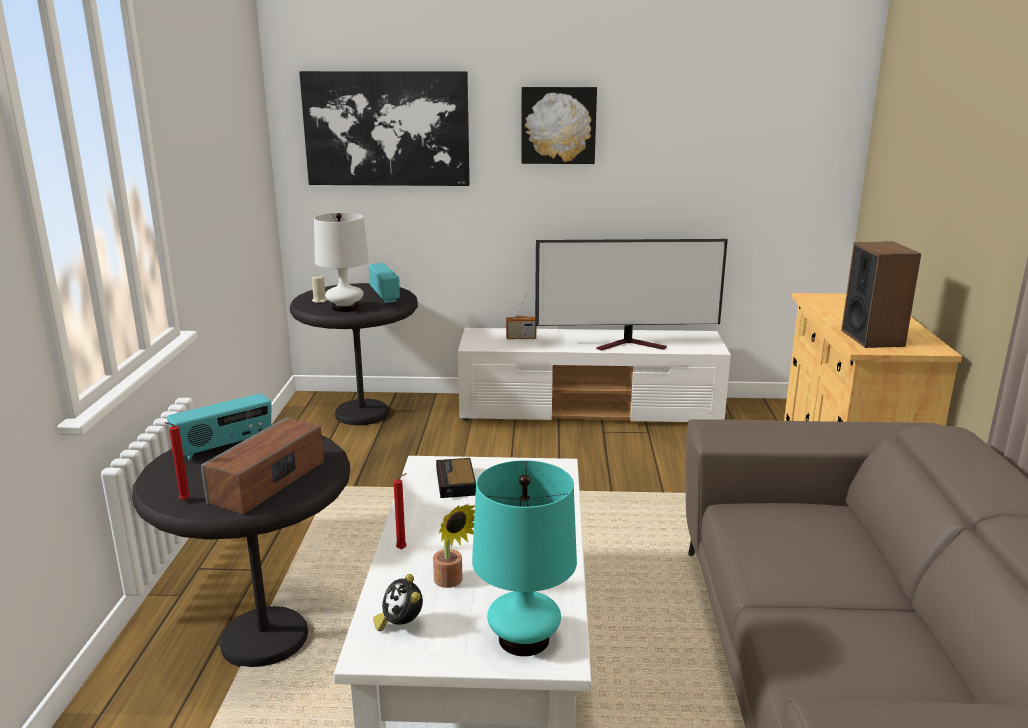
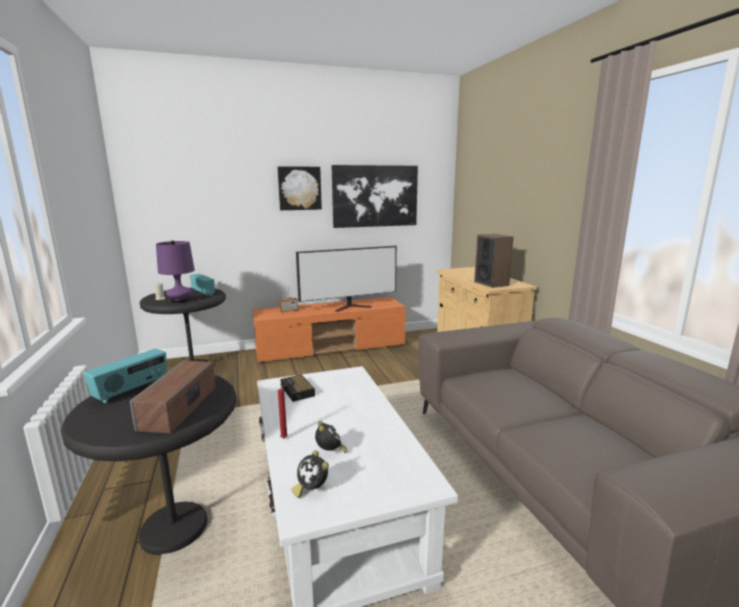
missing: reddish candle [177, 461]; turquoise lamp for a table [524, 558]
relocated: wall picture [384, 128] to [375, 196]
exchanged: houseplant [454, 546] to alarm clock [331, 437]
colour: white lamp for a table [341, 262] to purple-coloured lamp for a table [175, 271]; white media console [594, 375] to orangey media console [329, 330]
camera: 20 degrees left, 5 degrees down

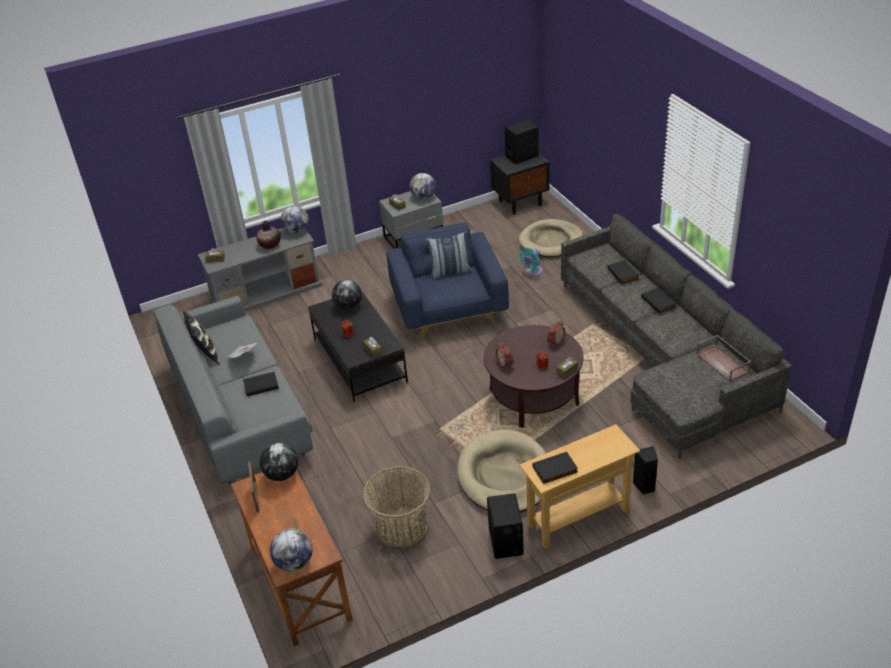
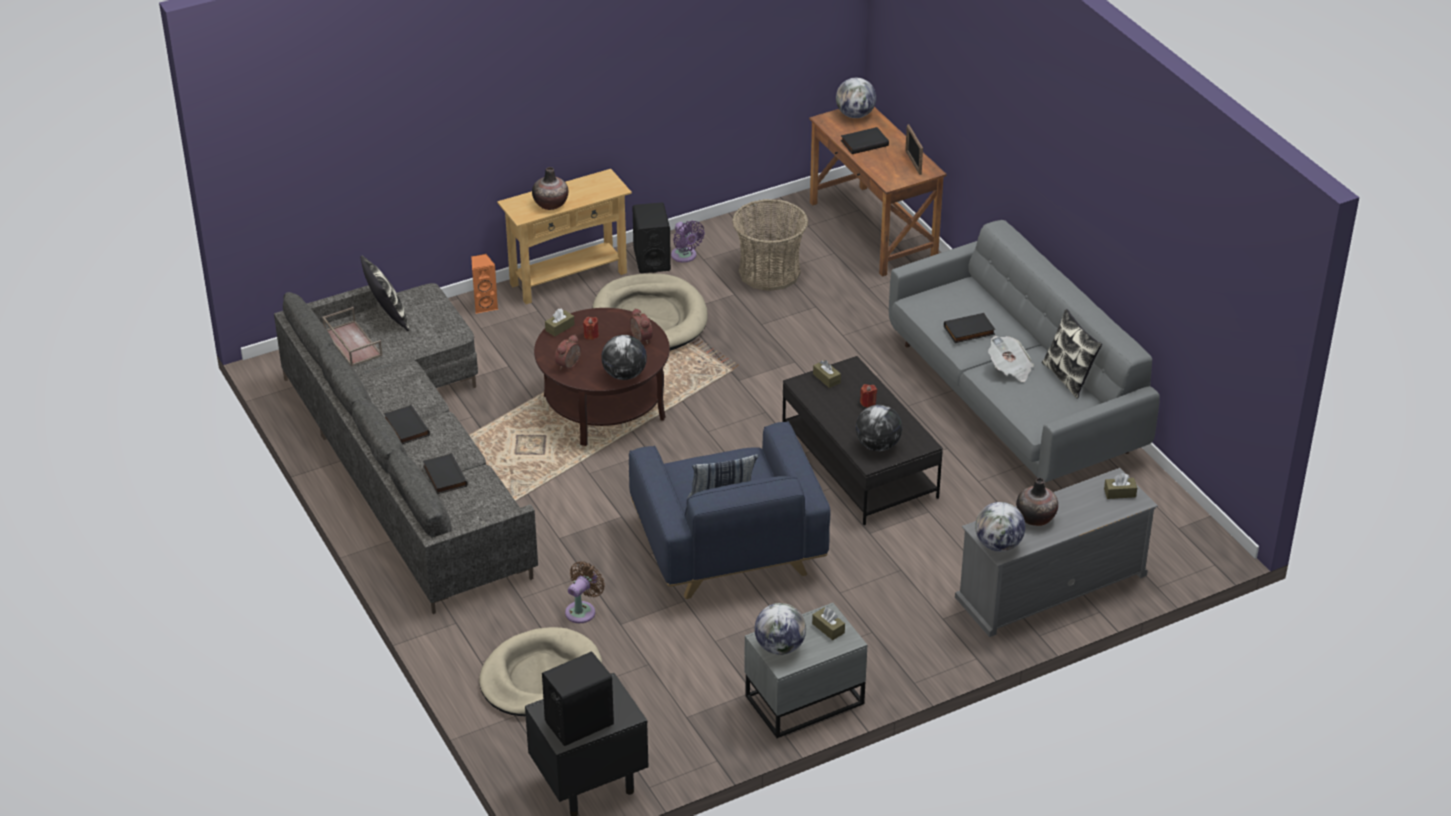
appeared: cushion [384, 293]; decorative vase [550, 188]; purple-coloured cooling fan [688, 242]
relocated: world globe [278, 461] to [624, 357]; blackish bound book [555, 468] to [865, 140]
colour: blackish loudspeaker [645, 470] to orangey loudspeaker [484, 284]; turquoise cooling fan [531, 262] to brown cooling fan [585, 592]
camera: 175 degrees right, 0 degrees up

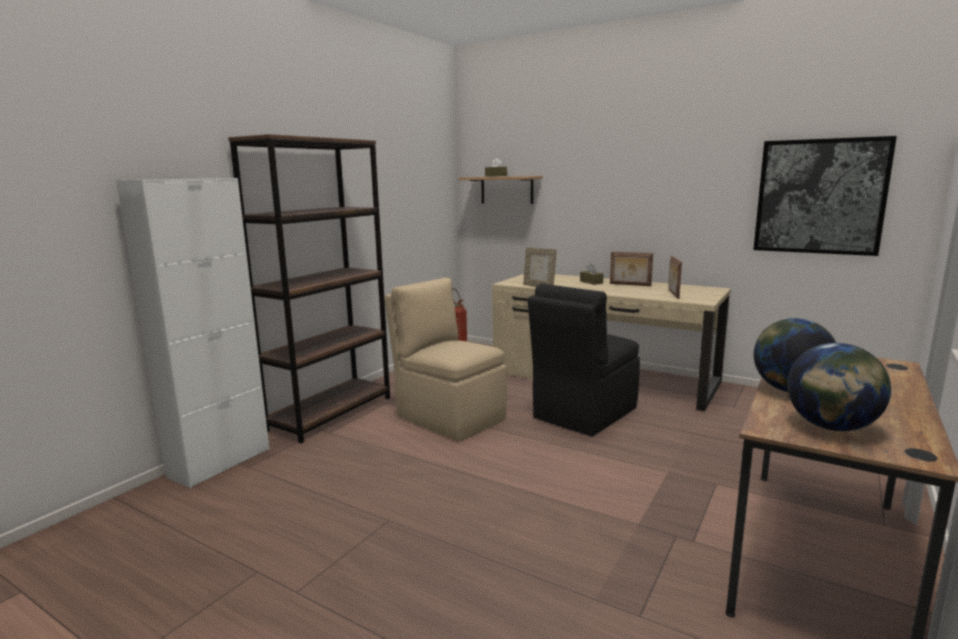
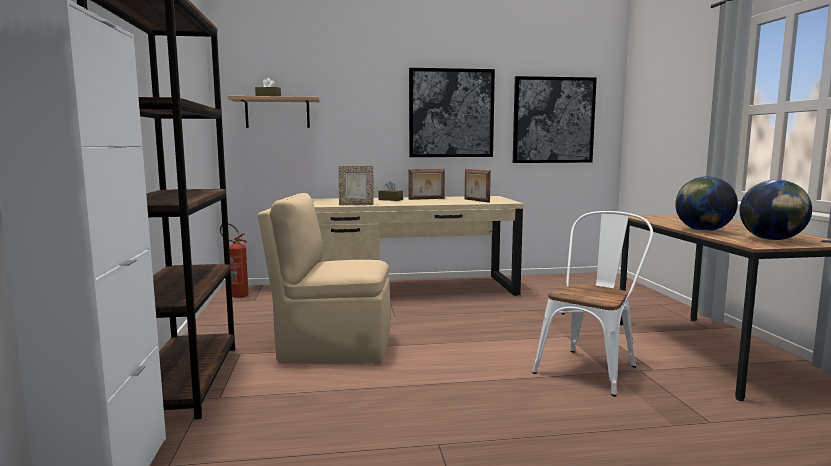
missing: blackish chair [584, 360]
appeared: wall picture [452, 112]; white chair [592, 304]
camera: 40 degrees left, 5 degrees down

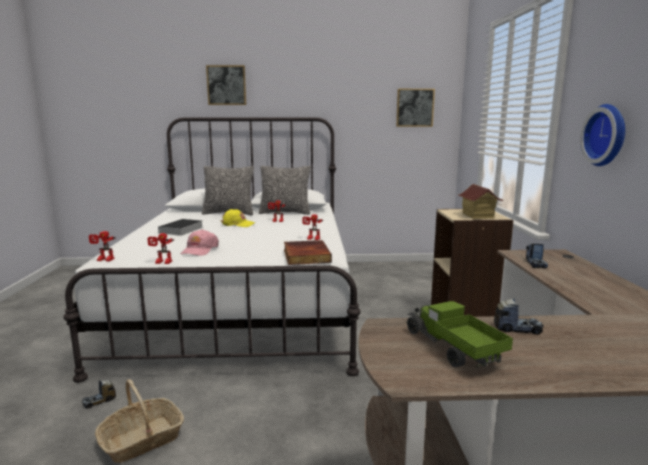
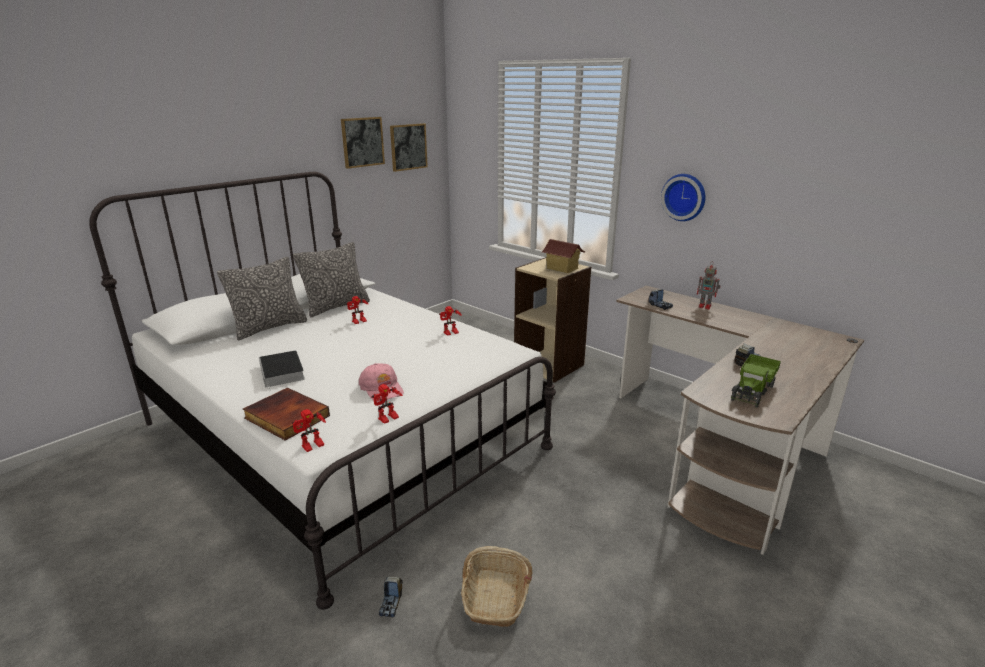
missing: yellowish baseball cap [238, 218]
appeared: toy robot [708, 285]
relocated: bound book [308, 252] to [286, 414]; wall picture [226, 85] to [363, 143]
spun: toy truck [459, 334] = [756, 381] 75 degrees counterclockwise
camera: 45 degrees left, 10 degrees up

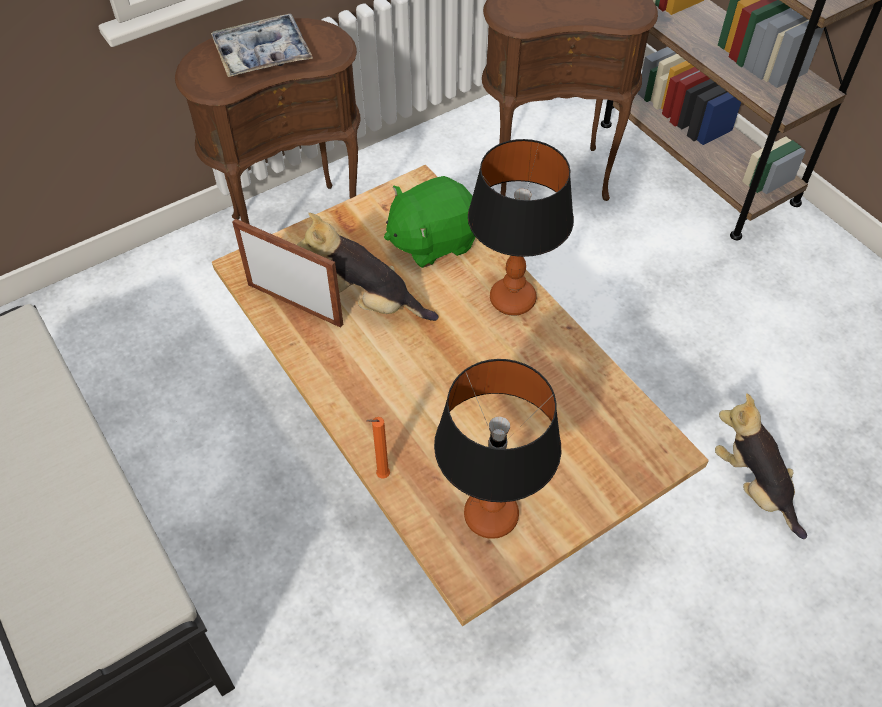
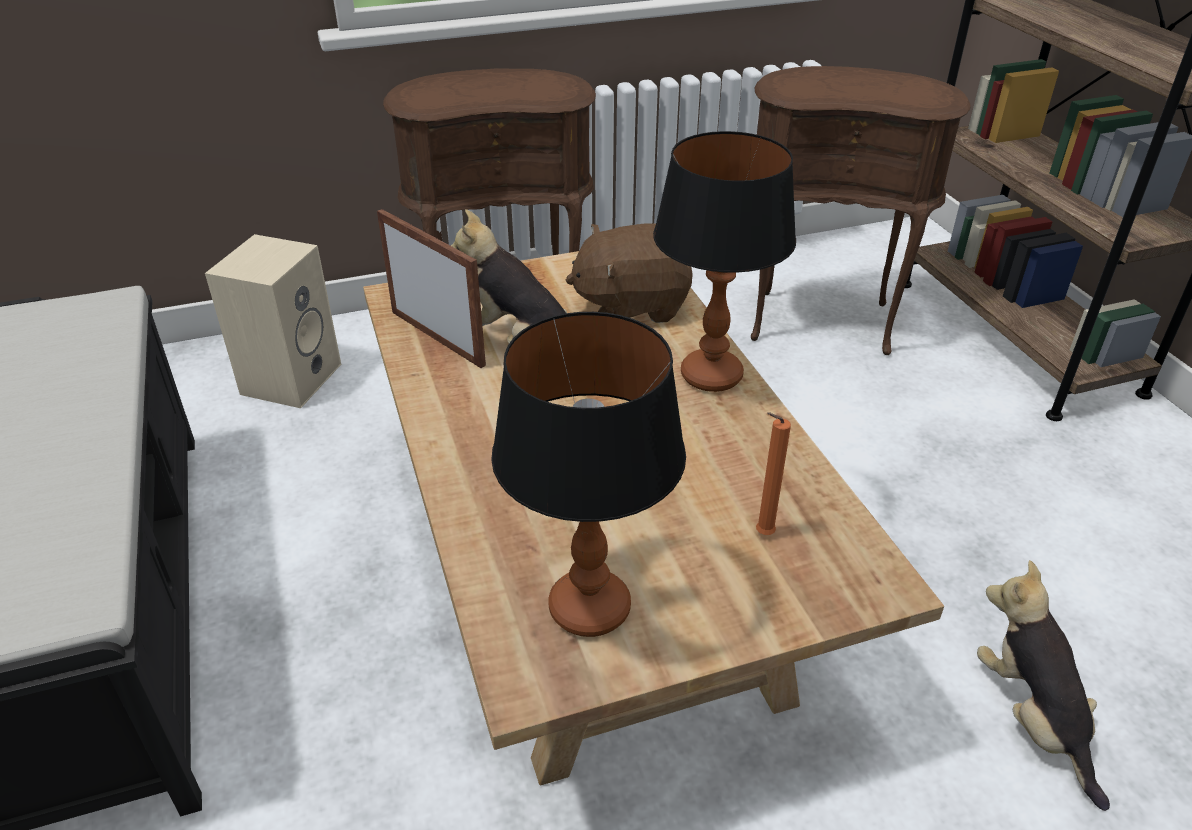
missing: carrying tray [262, 45]
appeared: beige-coloured loudspeaker [273, 321]
relocated: orangey candle [378, 448] to [773, 473]
colour: greenish cuddly toy [429, 222] to brown cuddly toy [629, 273]
camera: 15 degrees right, 15 degrees down

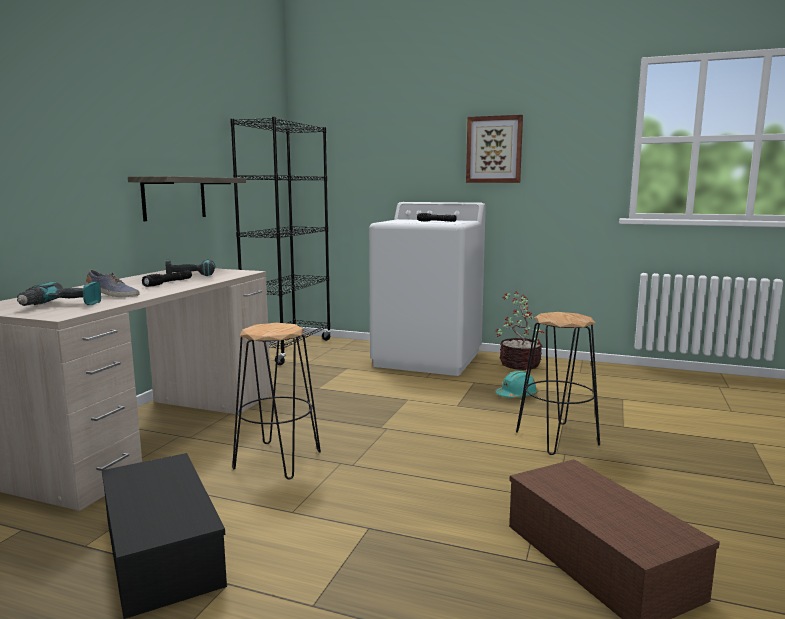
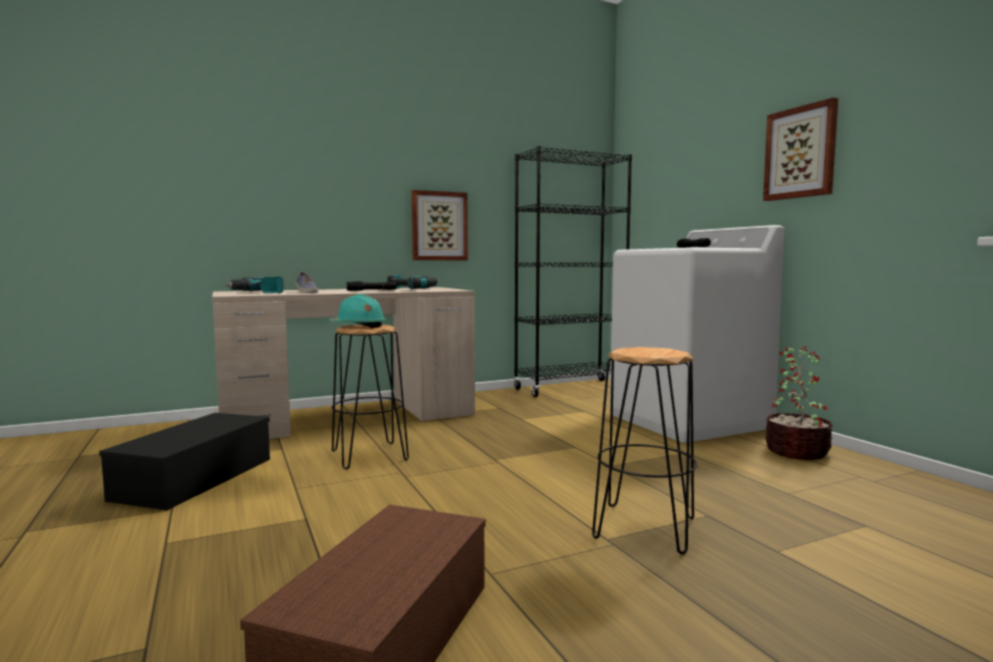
relocated: turquoise hard hat [516, 384] to [357, 311]
exchanged: shelf [187, 198] to wall picture [439, 225]
camera: 45 degrees right, 5 degrees down

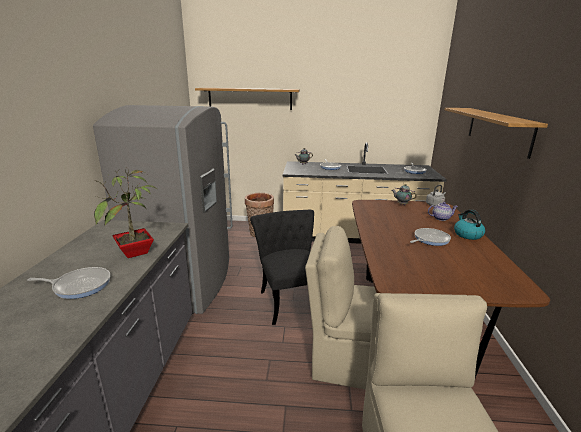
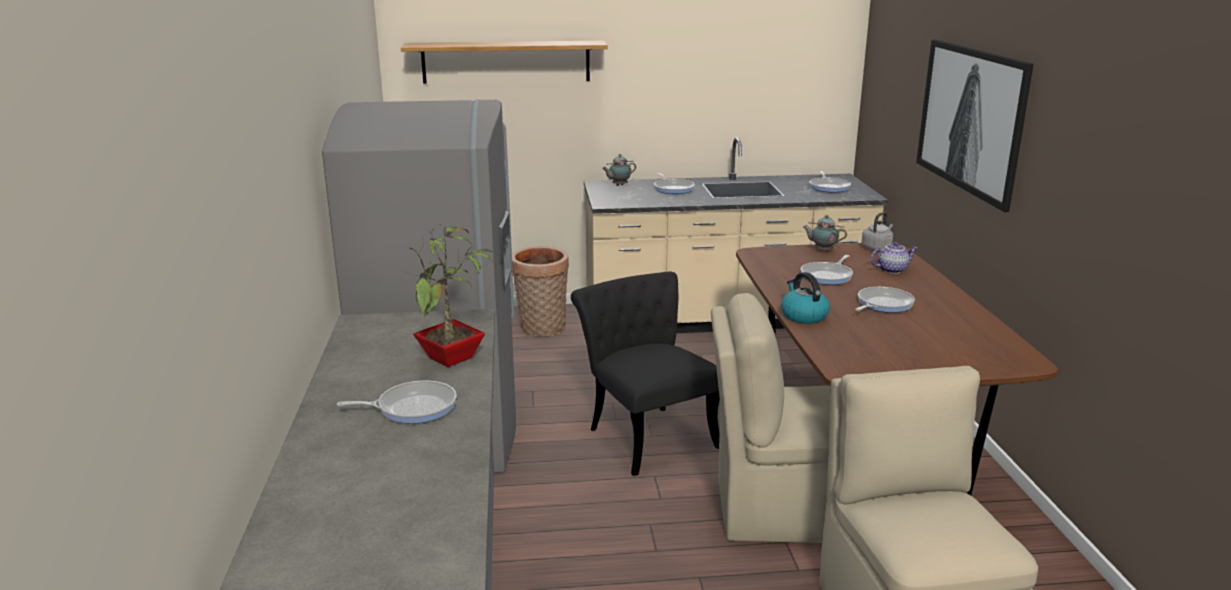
appeared: skillet [827, 270]
relocated: water kettle [469, 224] to [805, 298]
exchanged: shelf [496, 133] to wall picture [974, 125]
camera: 10 degrees left, 0 degrees up

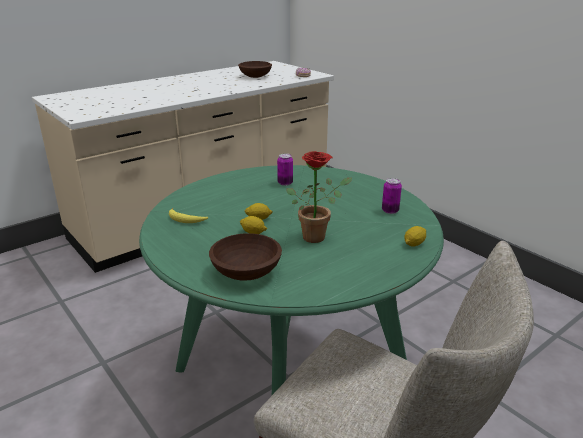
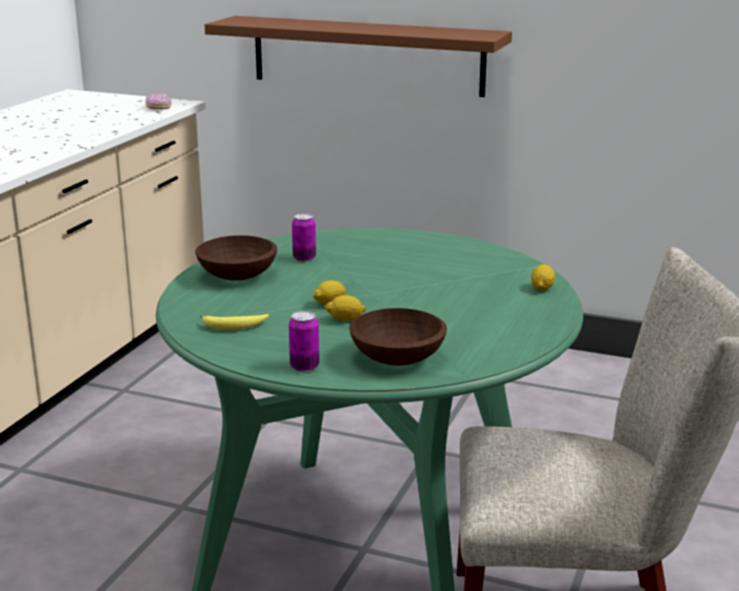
missing: houseplant [319, 197]
appeared: brown shelf [358, 56]
relocated: brown deep dish [255, 69] to [236, 258]; metal can [392, 196] to [304, 341]
camera: 30 degrees left, 5 degrees down

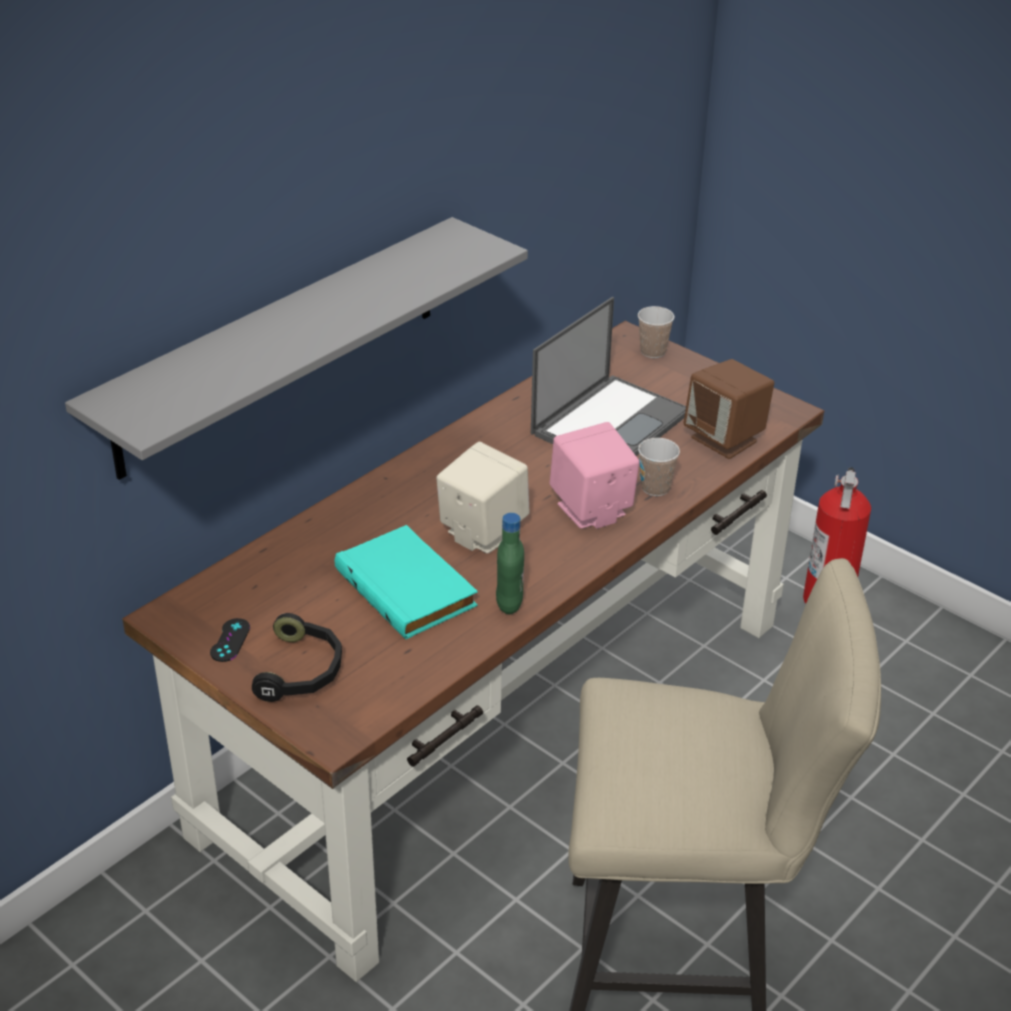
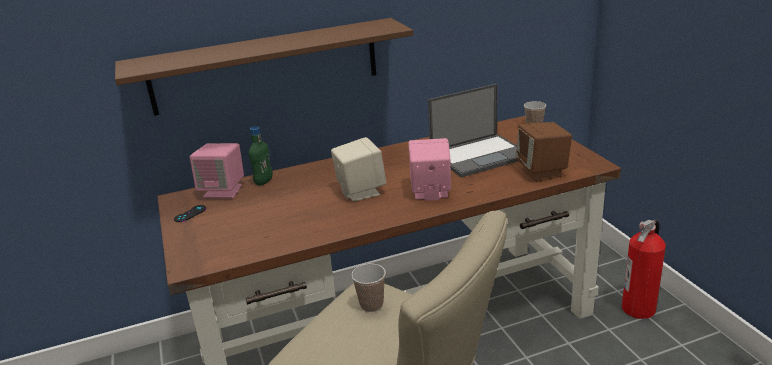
missing: blackish headset [297, 657]; turquoise bound book [406, 582]
appeared: pink loudspeaker [217, 170]
relocated: greenish beverage bottle [510, 563] to [261, 156]; small cup [659, 467] to [368, 288]
colour: greyish shelf [296, 348] to brown shelf [264, 67]
camera: 30 degrees right, 10 degrees down

